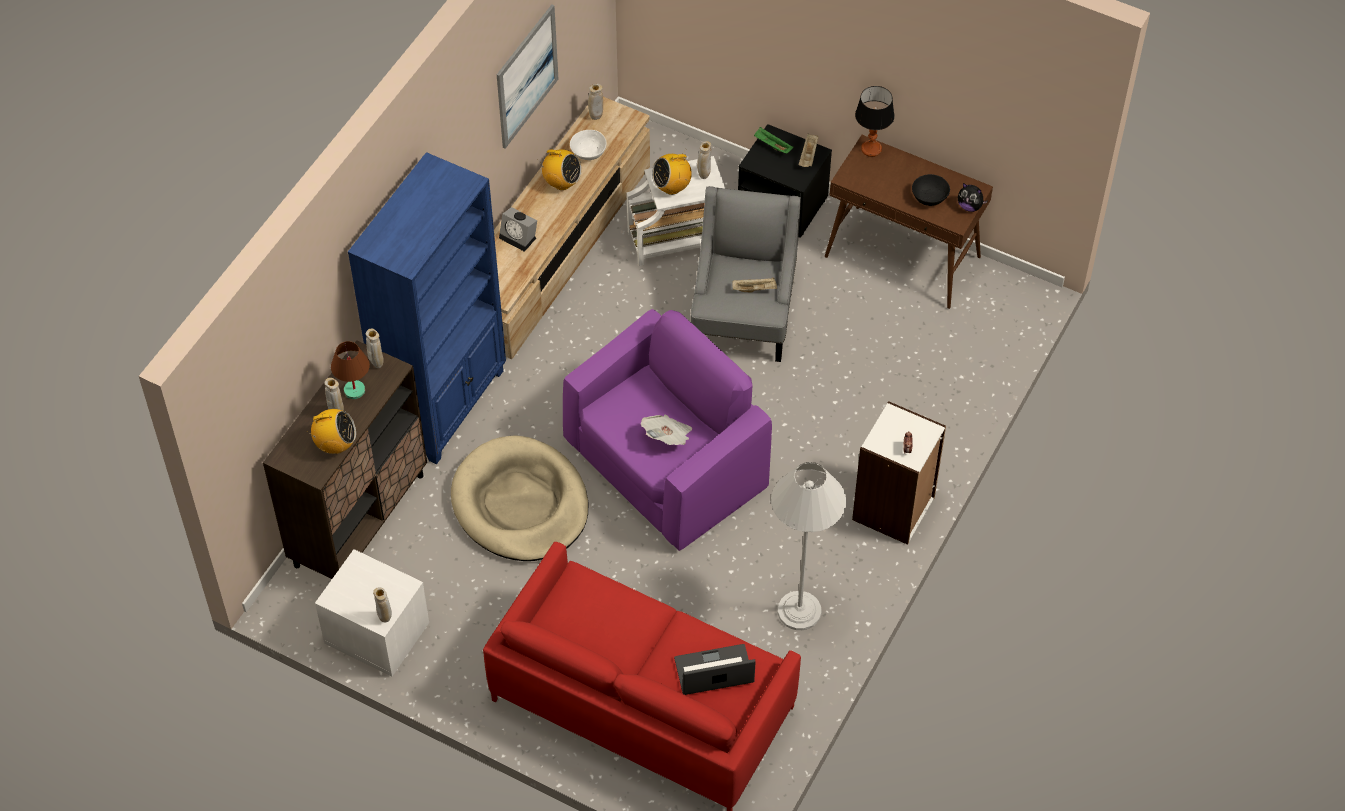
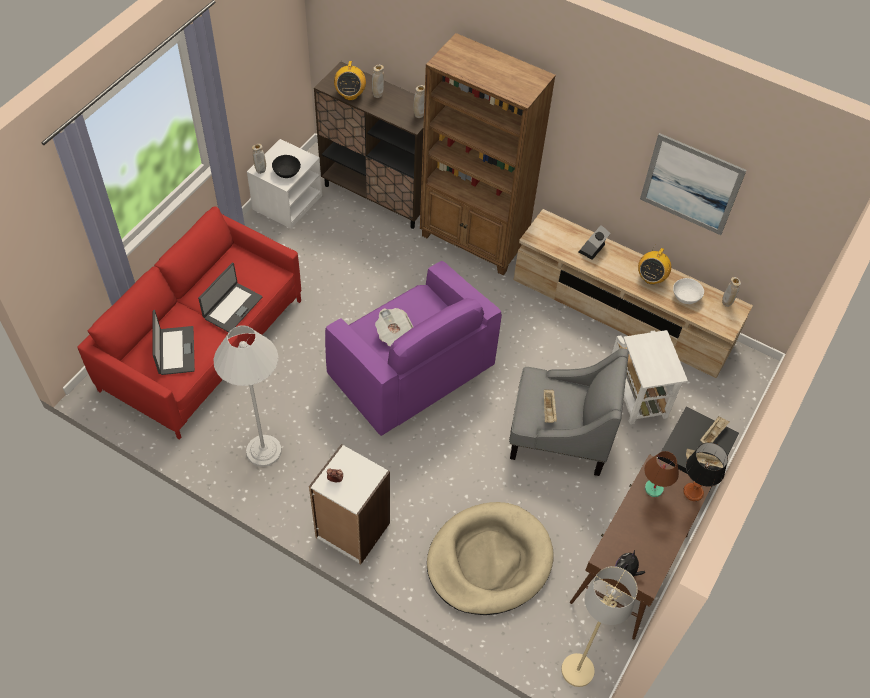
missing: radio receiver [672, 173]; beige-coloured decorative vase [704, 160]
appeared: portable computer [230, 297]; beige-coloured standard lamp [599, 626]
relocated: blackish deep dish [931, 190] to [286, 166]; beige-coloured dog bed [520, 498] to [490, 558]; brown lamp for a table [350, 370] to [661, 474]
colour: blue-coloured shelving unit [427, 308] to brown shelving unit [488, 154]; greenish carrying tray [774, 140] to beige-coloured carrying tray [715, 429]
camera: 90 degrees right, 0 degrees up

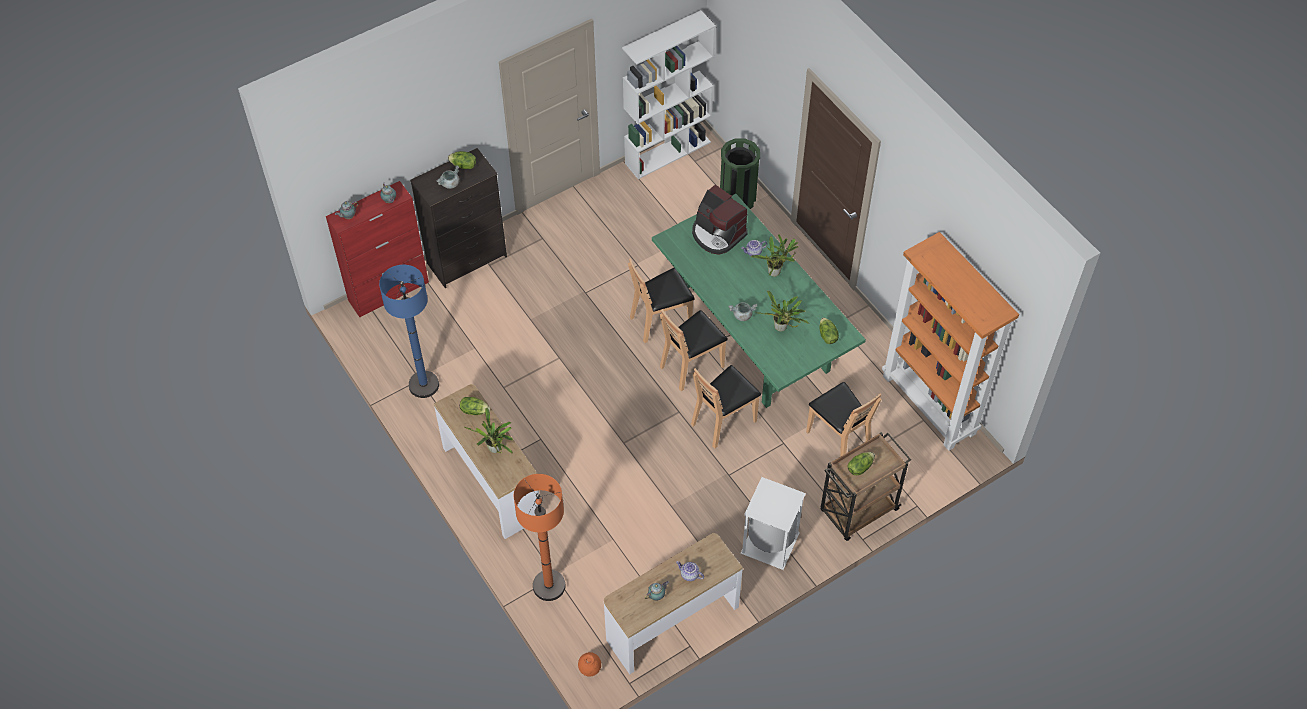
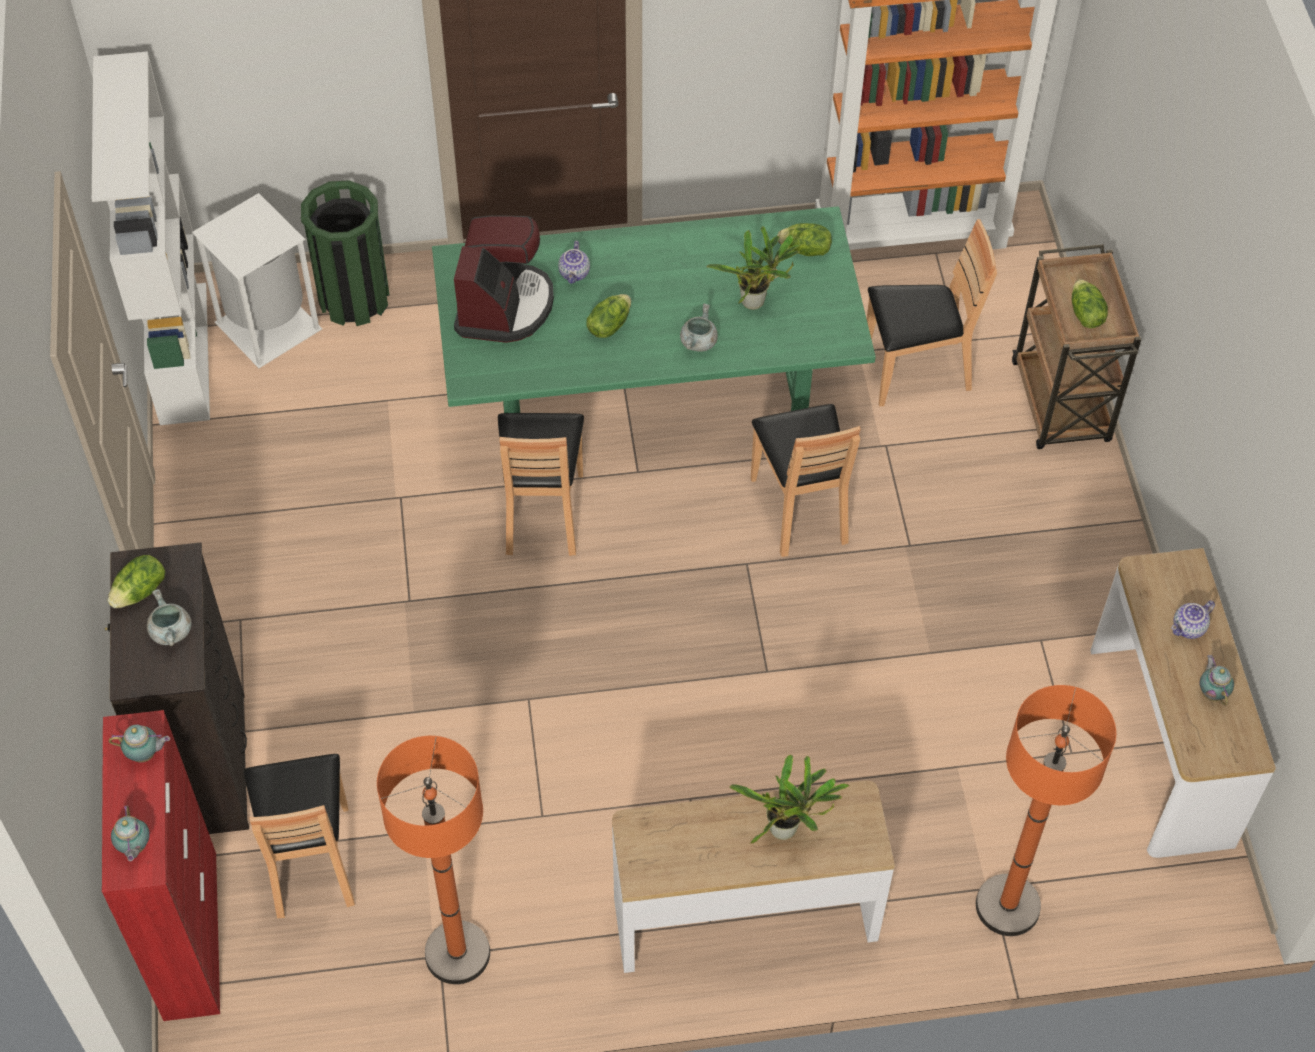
missing: orangey decorative vase [589, 664]; houseplant [775, 255]
relocated: white rubbish bin [773, 523] to [257, 280]; brown chair [694, 350] to [299, 836]; lettuce [475, 406] to [608, 316]
colour: blue-coloured standard lamp [409, 331] to orangey standard lamp [433, 860]
spun: coffee machine [720, 220] = [504, 279] 60 degrees counterclockwise
camera: 65 degrees left, 0 degrees up

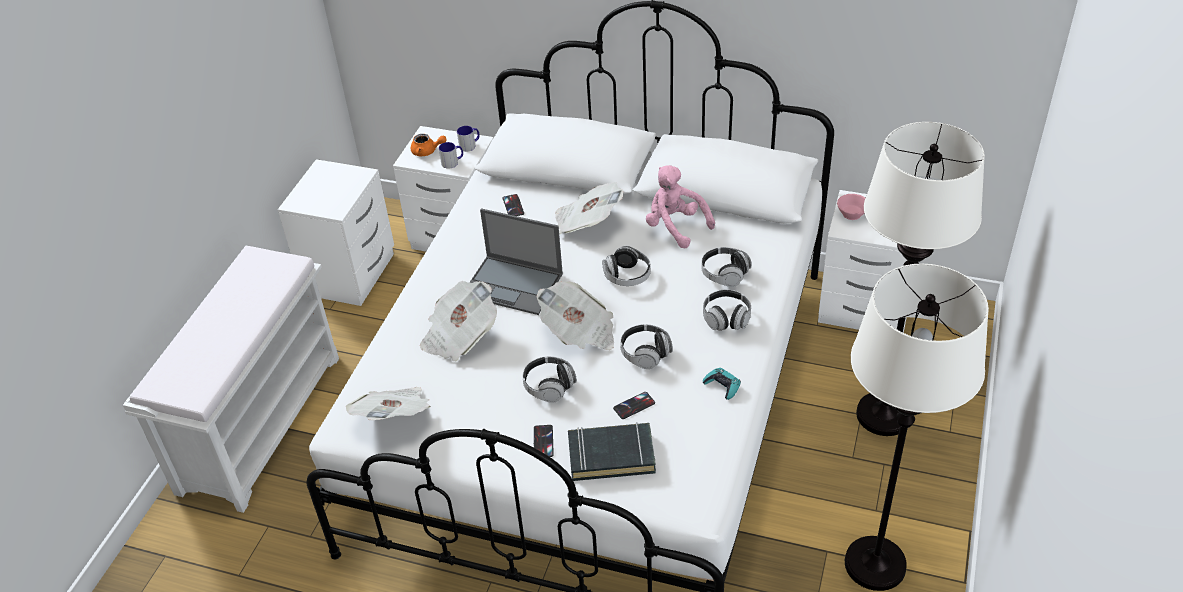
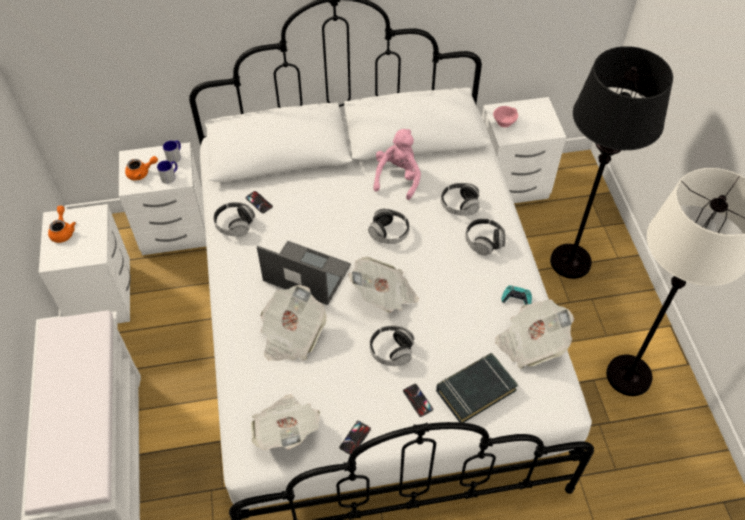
appeared: orangey teapot [62, 224]
relocated: headset [646, 346] to [234, 219]; handset [634, 405] to [355, 438]; newspaper [589, 208] to [534, 334]
colour: white standard lamp [920, 279] to blackish standard lamp [611, 162]
spun: portable computer [516, 261] = [304, 273] 150 degrees counterclockwise; pink cuddly toy [680, 206] = [397, 164] 90 degrees clockwise
camera: 30 degrees left, 10 degrees up

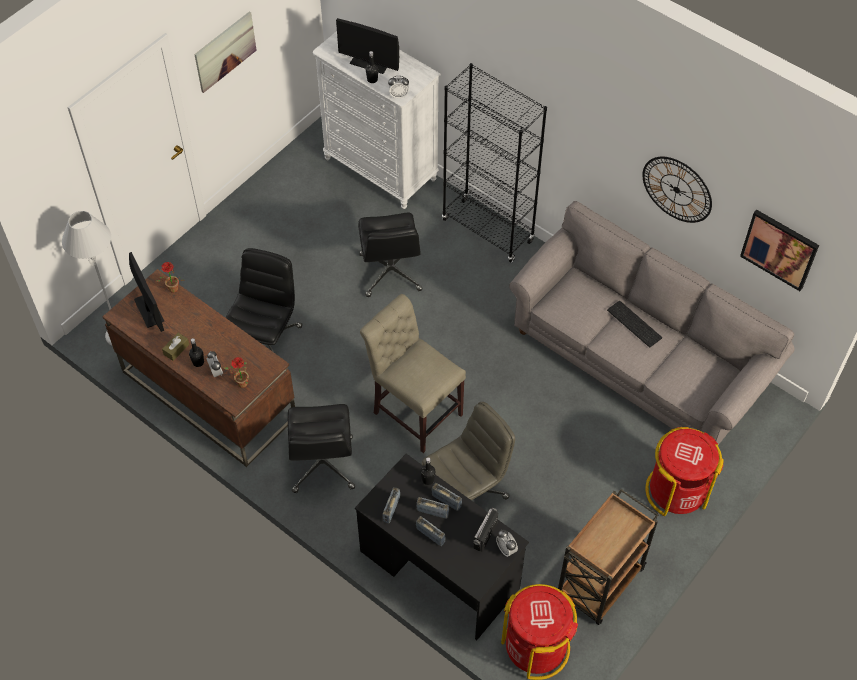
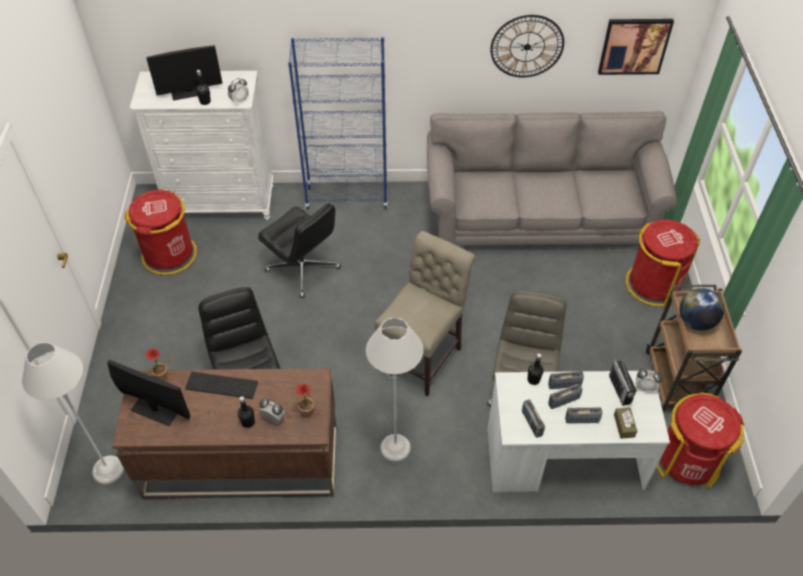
missing: wall picture [225, 52]
appeared: reddish rubbish bin [161, 232]; world globe [702, 309]
relocated: computer keyboard [634, 324] to [221, 385]; brown tissue holder [175, 347] to [625, 422]
exchanged: blackish office chair [321, 448] to greyish standard lamp [395, 390]
colour: blackish shelving unit [494, 163] to blue-coloured shelving unit [338, 123]; blackish desk table [442, 547] to white desk table [578, 431]
spun: beige-coloured chair [413, 373] = [424, 314] 120 degrees clockwise
camera: 40 degrees left, 5 degrees down

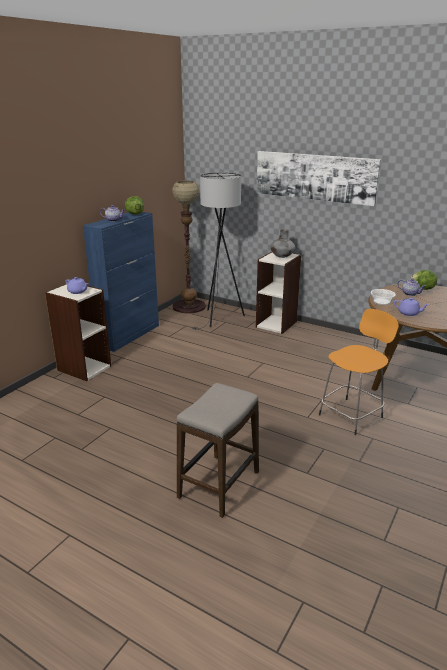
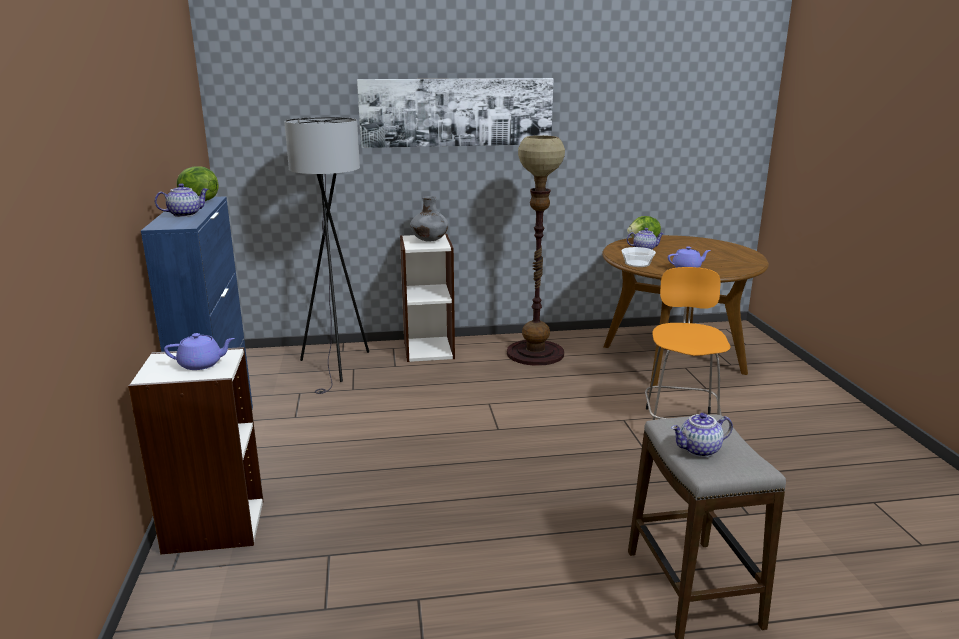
appeared: teapot [702, 435]
relocated: standard lamp [189, 247] to [536, 250]
camera: 40 degrees left, 5 degrees down

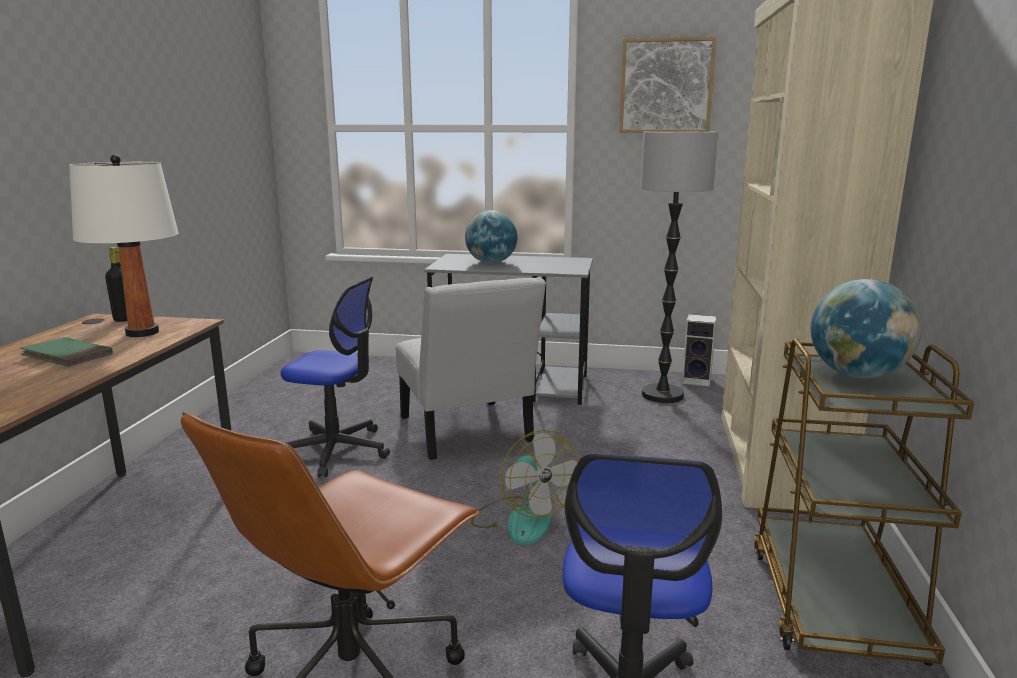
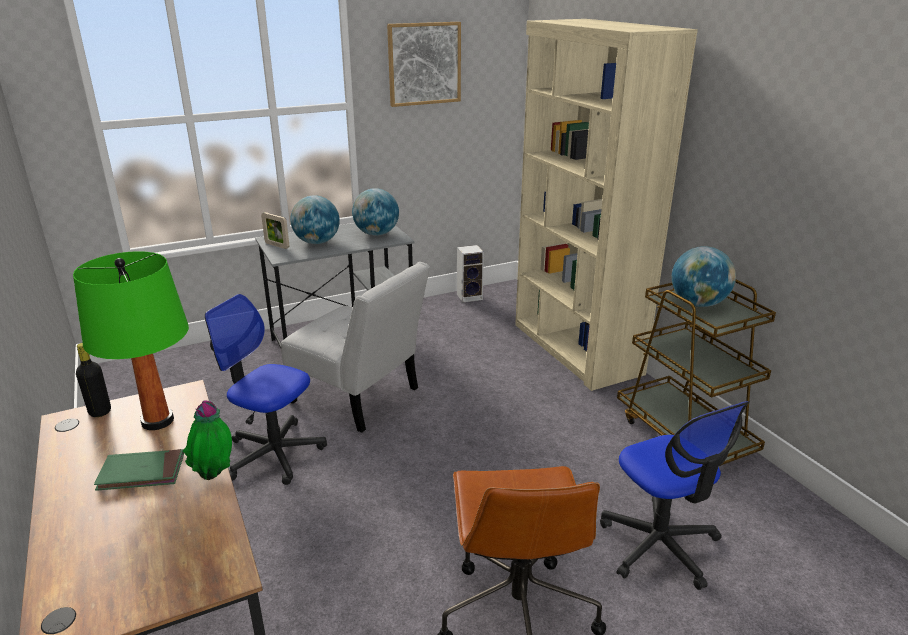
missing: cooling fan [524, 487]; standard lamp [679, 267]
appeared: houseplant [207, 440]; photo frame [275, 230]; world globe [375, 212]
colour: white lamp for a table [124, 246] to greenish lamp for a table [131, 340]
spun: office chair [335, 377] = [266, 389] 135 degrees counterclockwise
camera: 35 degrees left, 10 degrees up

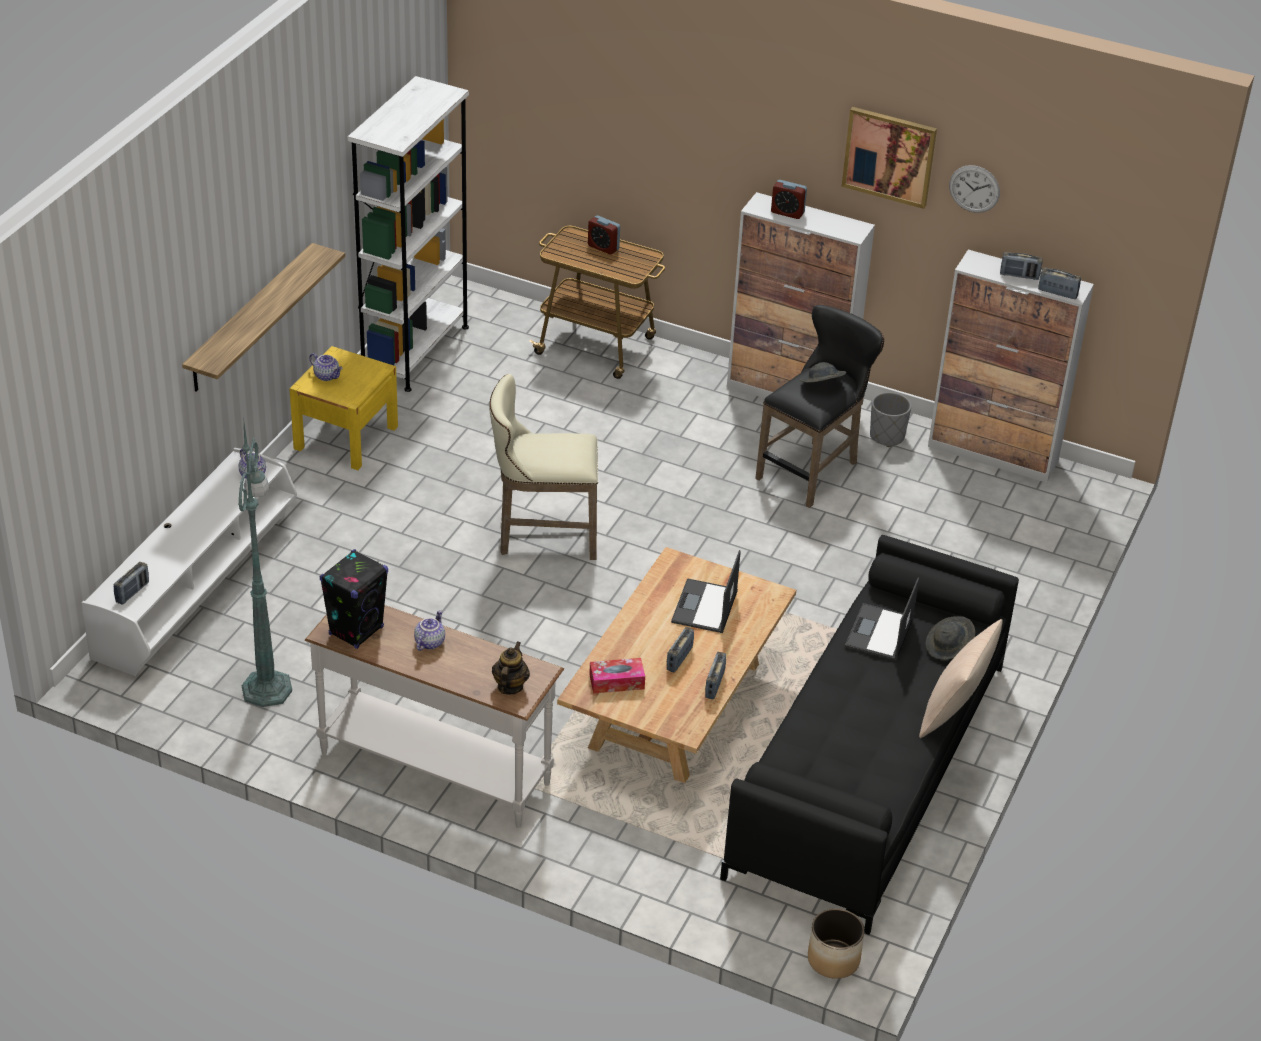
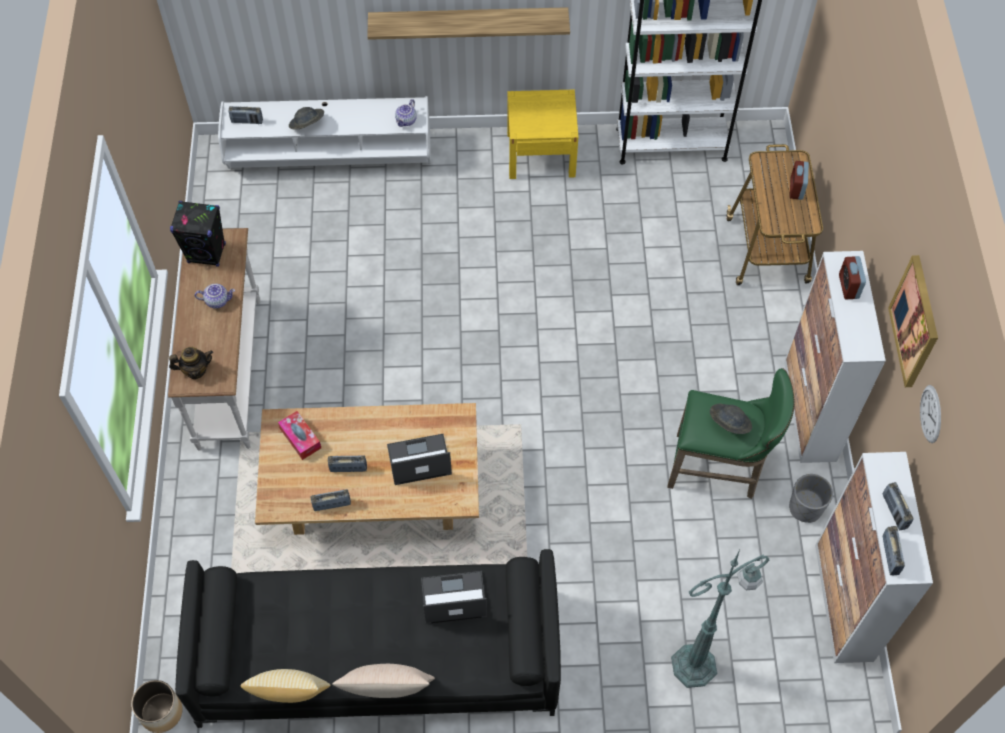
missing: teapot [326, 367]; beige-coloured sitting stool [543, 467]
appeared: cushion [285, 686]
relocated: greyish hat [950, 638] to [306, 118]; greenish standard lamp [265, 565] to [720, 619]
colour: blackish sitting stool [819, 406] to greenish sitting stool [731, 433]
camera: 65 degrees right, 20 degrees up

